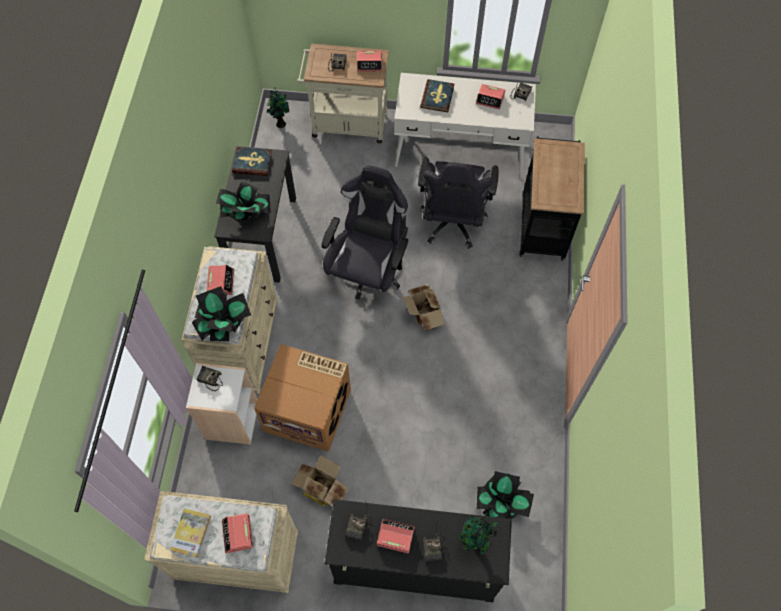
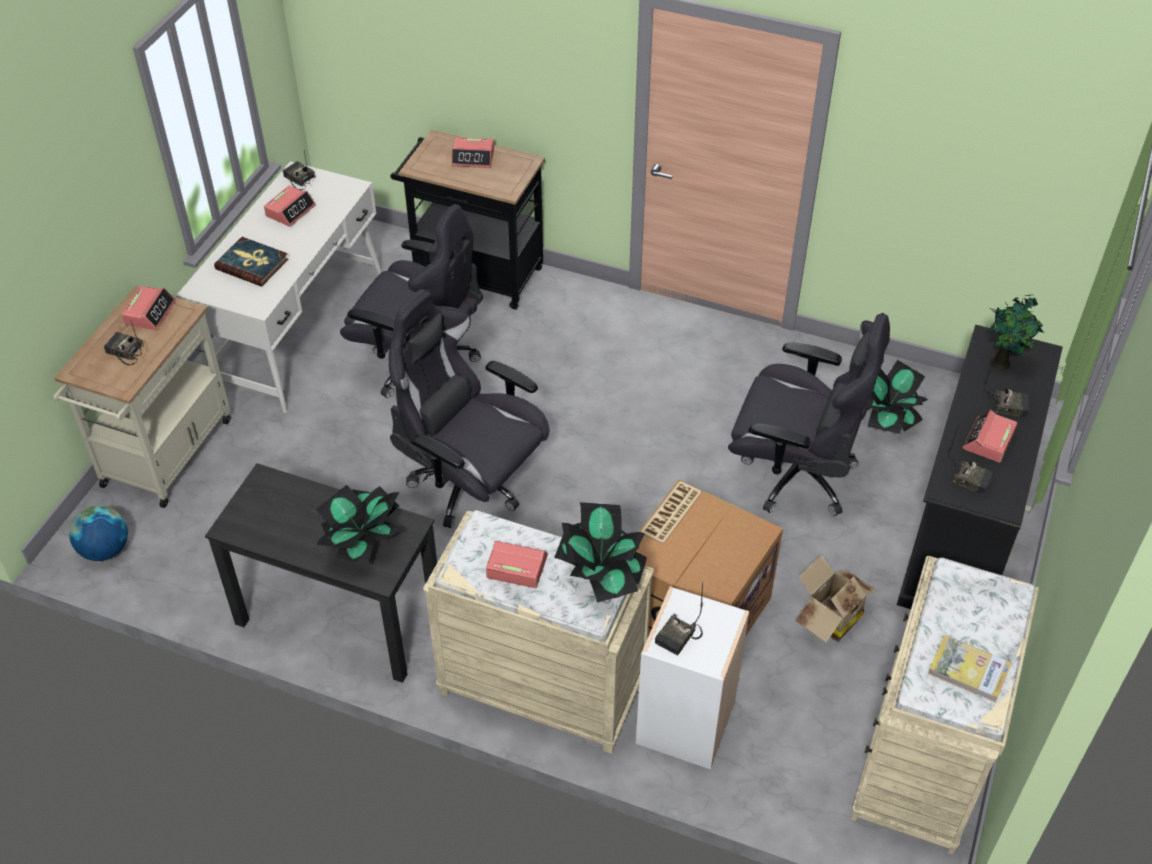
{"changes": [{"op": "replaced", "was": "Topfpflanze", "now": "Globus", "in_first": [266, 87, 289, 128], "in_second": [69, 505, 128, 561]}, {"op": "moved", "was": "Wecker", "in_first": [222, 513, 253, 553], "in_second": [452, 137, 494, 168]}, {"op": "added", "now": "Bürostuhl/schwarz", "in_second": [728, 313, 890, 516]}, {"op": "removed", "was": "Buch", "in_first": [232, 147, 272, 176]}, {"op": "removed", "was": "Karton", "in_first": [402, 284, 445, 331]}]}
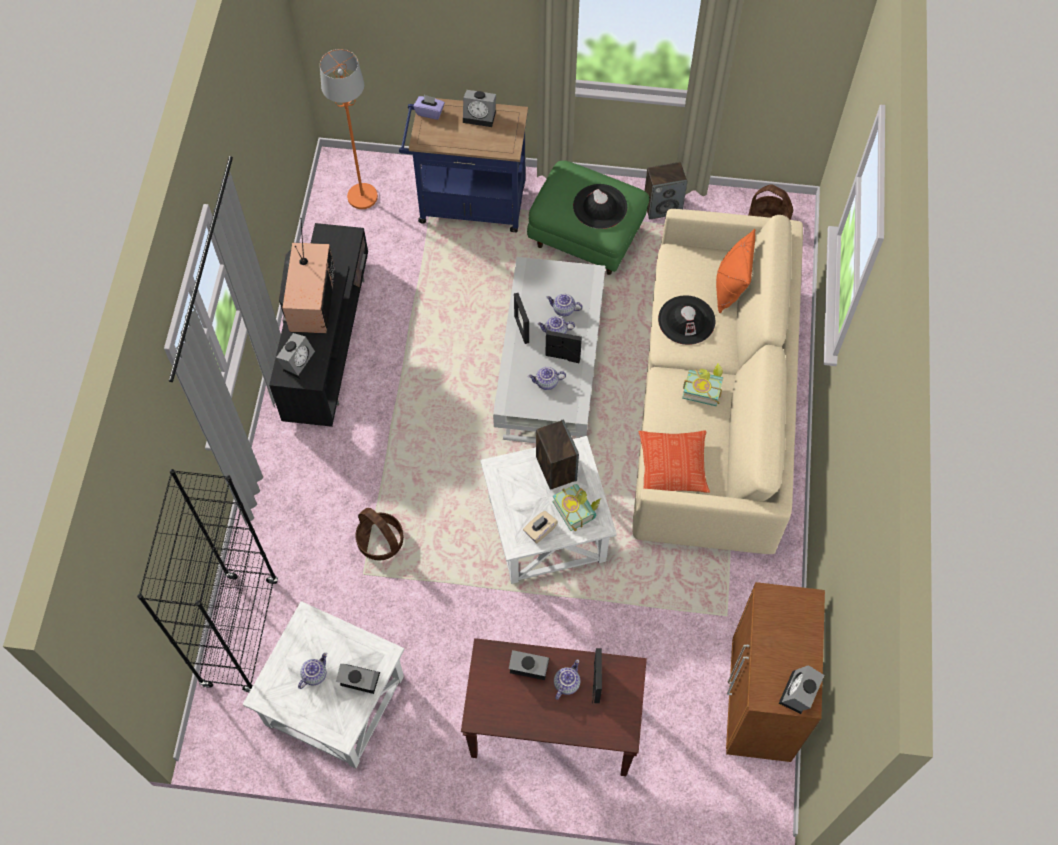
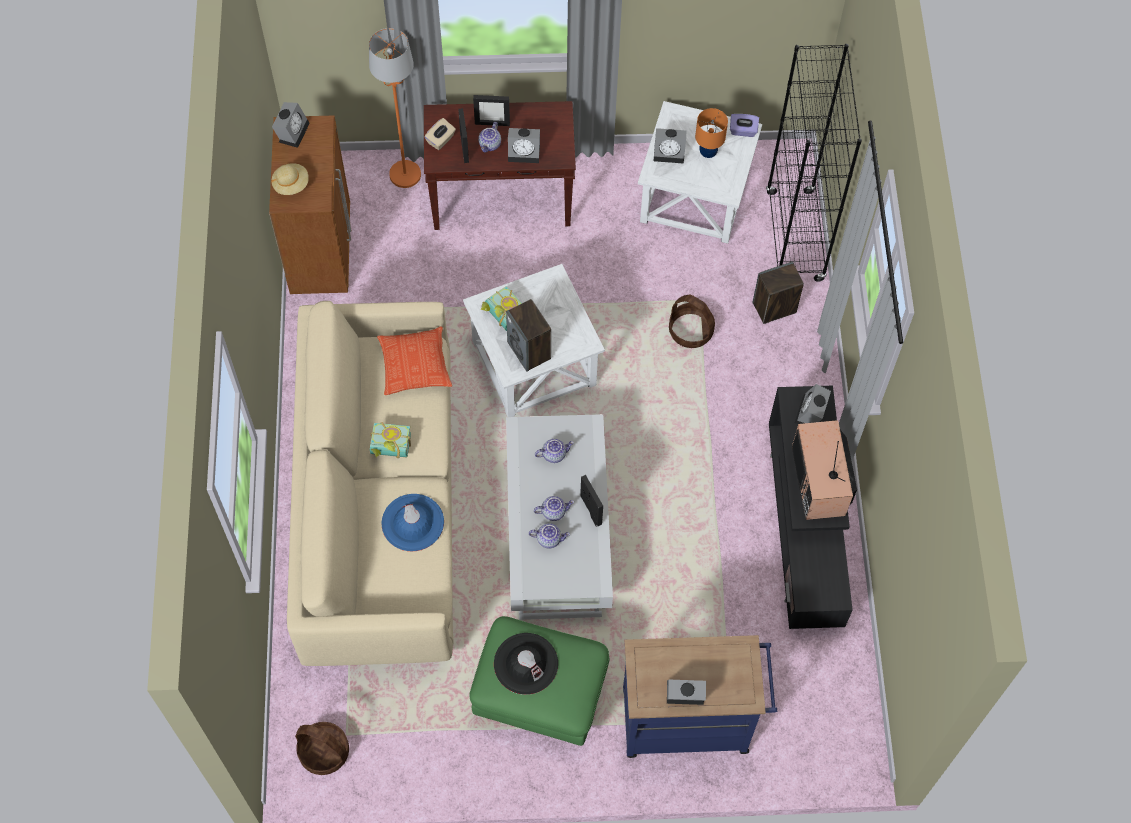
{"changes": [{"op": "added", "now": "Hut/beige", "in_second": [271, 163, 309, 195]}, {"op": "moved", "was": "Stehlampe/orange", "in_first": [320, 49, 378, 209], "in_second": [369, 28, 421, 188]}, {"op": "recoloured", "was": "Hut/schwarz", "now": "Hut/blau", "in_first": [658, 295, 715, 345], "in_second": [382, 494, 444, 552]}, {"op": "moved", "was": "Taschentuchbox/beige", "in_first": [523, 511, 558, 543], "in_second": [425, 118, 456, 150]}, {"op": "moved", "was": "Bilderrahmen", "in_first": [545, 330, 582, 363], "in_second": [473, 95, 510, 126]}, {"op": "replaced", "was": "Teekanne", "now": "Tischlampe/orange", "in_first": [298, 653, 327, 689], "in_second": [695, 108, 728, 158]}, {"op": "moved", "was": "Taschentuchbox/lila", "in_first": [413, 95, 445, 120], "in_second": [730, 114, 759, 137]}, {"op": "moved", "was": "Lautsprecher", "in_first": [645, 162, 687, 219], "in_second": [752, 262, 804, 324]}, {"op": "removed", "was": "Kissen/orange", "in_first": [716, 229, 755, 313]}]}
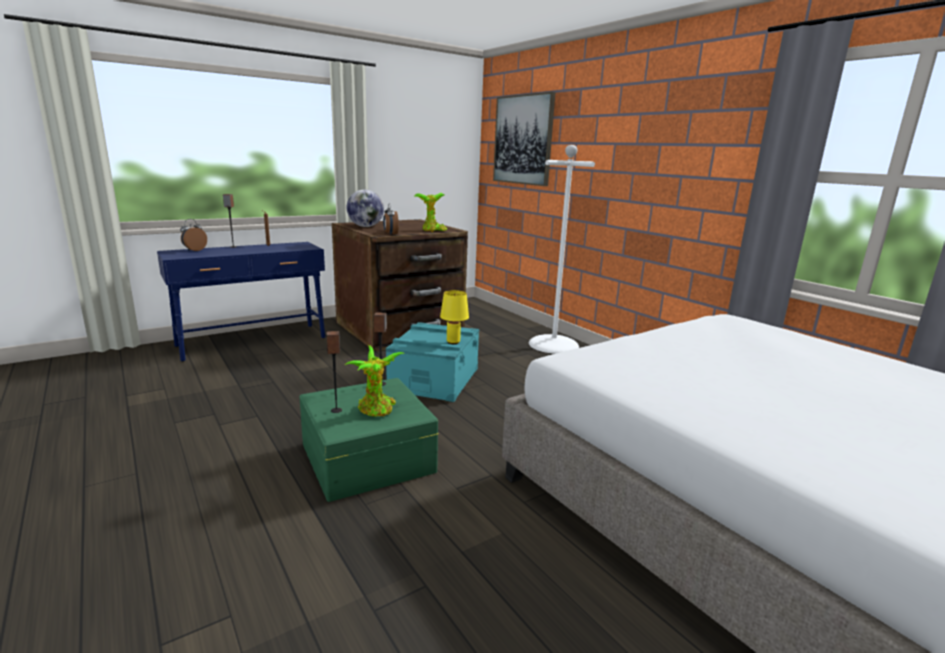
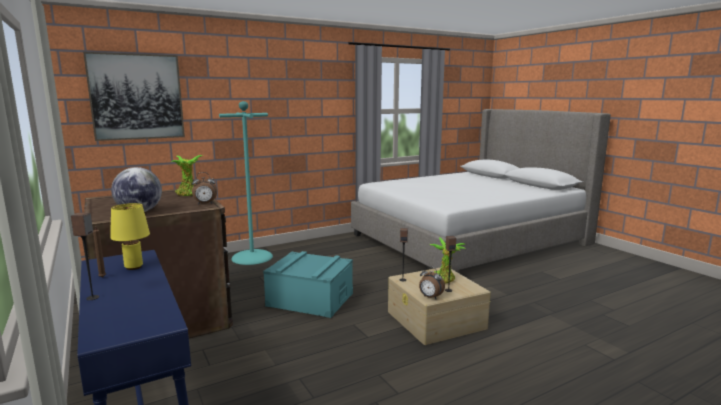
{"changes": [{"op": "moved", "was": "Tischlampe/gelb", "in_first": [440, 290, 469, 344], "in_second": [110, 203, 150, 270]}, {"op": "recoloured", "was": "Kleiderständer/weiß", "now": "Kleiderständer/türkis", "in_first": [529, 145, 595, 354], "in_second": [219, 101, 273, 265]}, {"op": "recoloured", "was": "Aufbewahrungsbox/grün", "now": "Aufbewahrungsbox/beige", "in_first": [299, 378, 438, 502], "in_second": [388, 267, 491, 345]}, {"op": "moved", "was": "Wecker", "in_first": [180, 219, 207, 251], "in_second": [419, 266, 445, 299]}]}
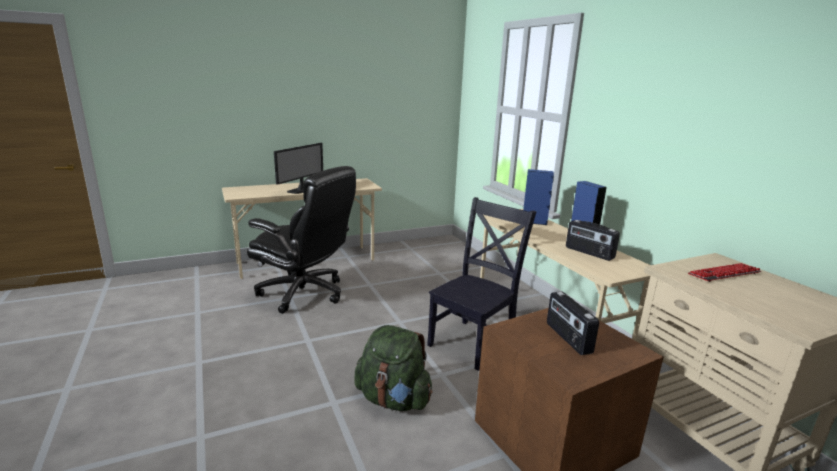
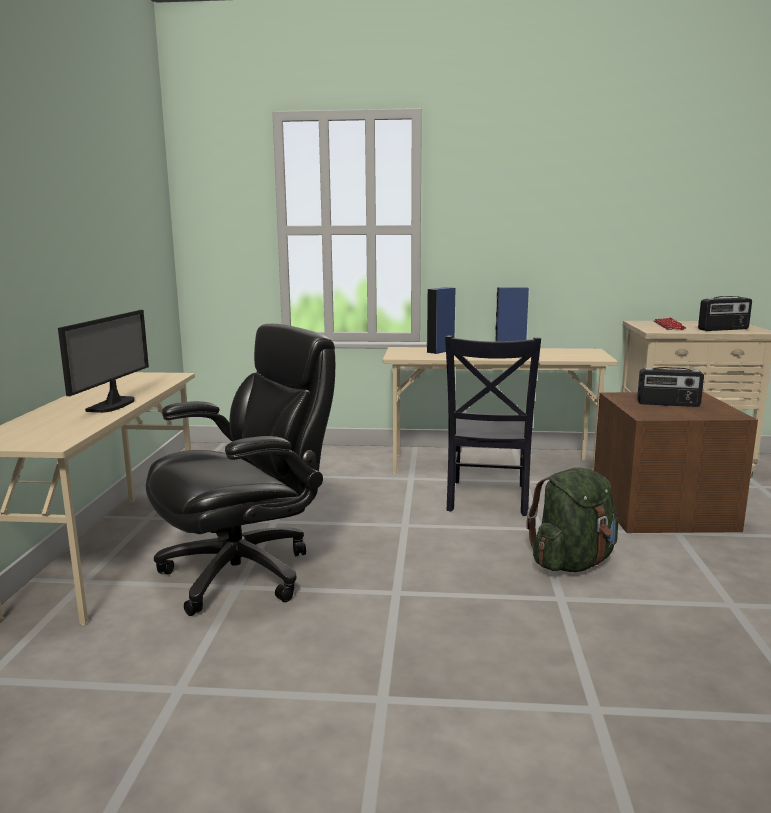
{"changes": [{"op": "turned", "was": "Monitor", "in_first": [274, 143, 323, 194], "in_second": [58, 310, 149, 413], "clockwise": 45}, {"op": "turned", "was": "Stuhl/schwarz", "in_first": [427, 197, 537, 371], "in_second": [445, 336, 541, 516], "clockwise": -150}, {"op": "moved", "was": "Radio", "in_first": [566, 220, 620, 261], "in_second": [698, 296, 752, 331]}]}
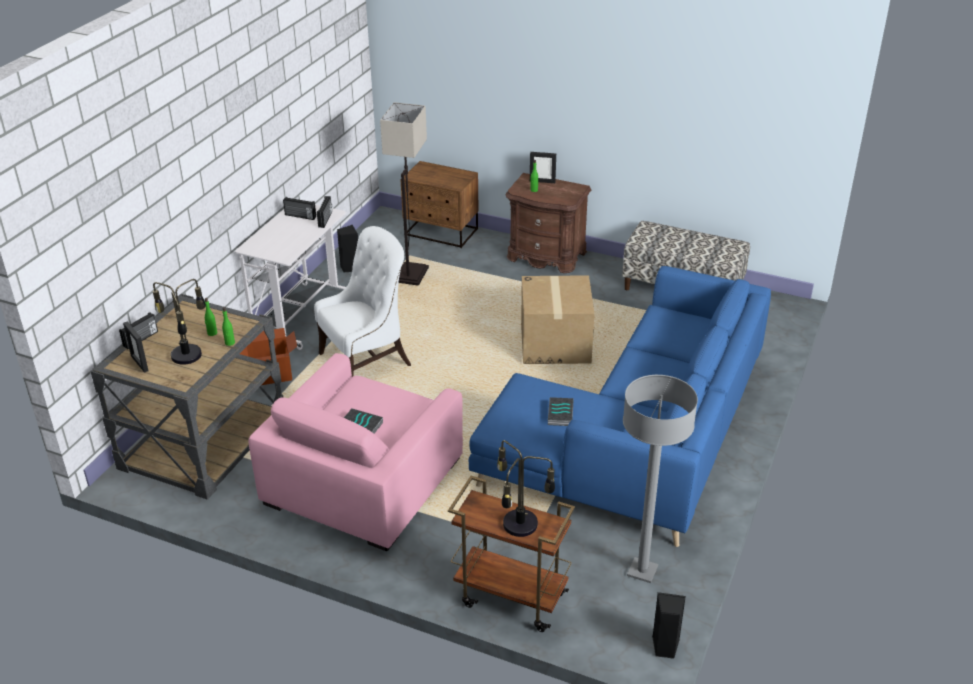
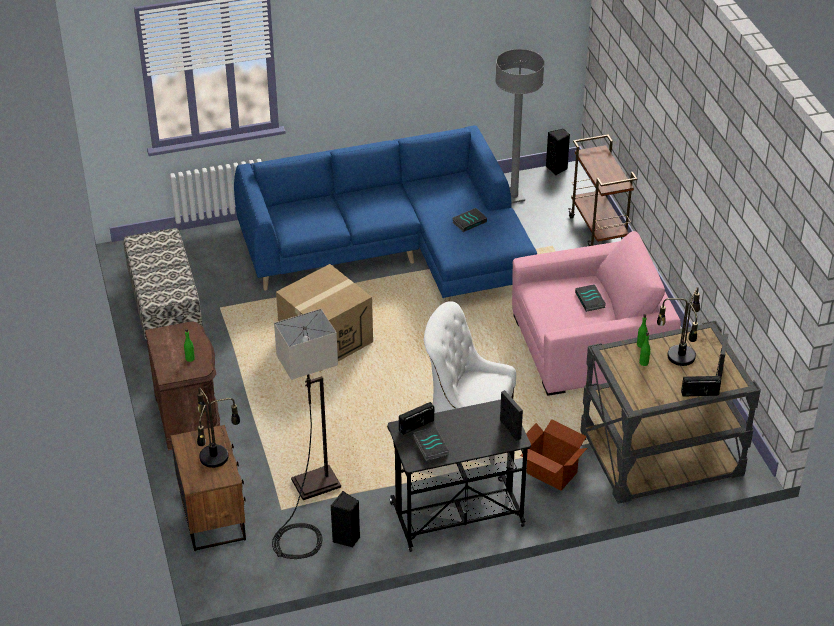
{"changes": [{"op": "moved", "was": "Tischlampe", "in_first": [497, 440, 555, 537], "in_second": [197, 387, 240, 468]}, {"op": "recoloured", "was": "Schreibtisch/weiß", "now": "Schreibtisch/schwarz", "in_first": [235, 205, 346, 350], "in_second": [387, 399, 531, 552]}, {"op": "replaced", "was": "Radio", "now": "Buch", "in_first": [283, 197, 316, 220], "in_second": [413, 427, 449, 461]}, {"op": "moved", "was": "Bilderrahmen", "in_first": [530, 152, 556, 183], "in_second": [500, 390, 523, 441]}]}
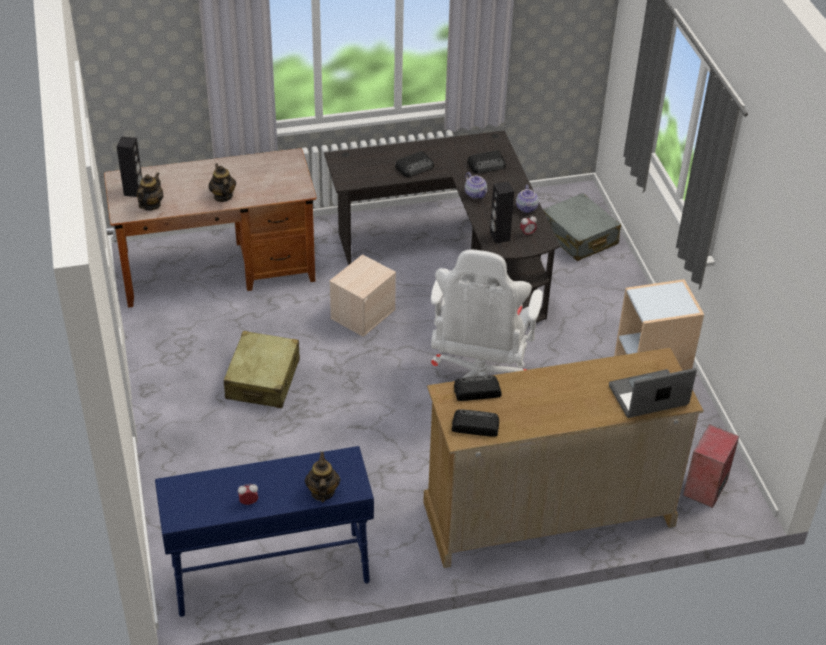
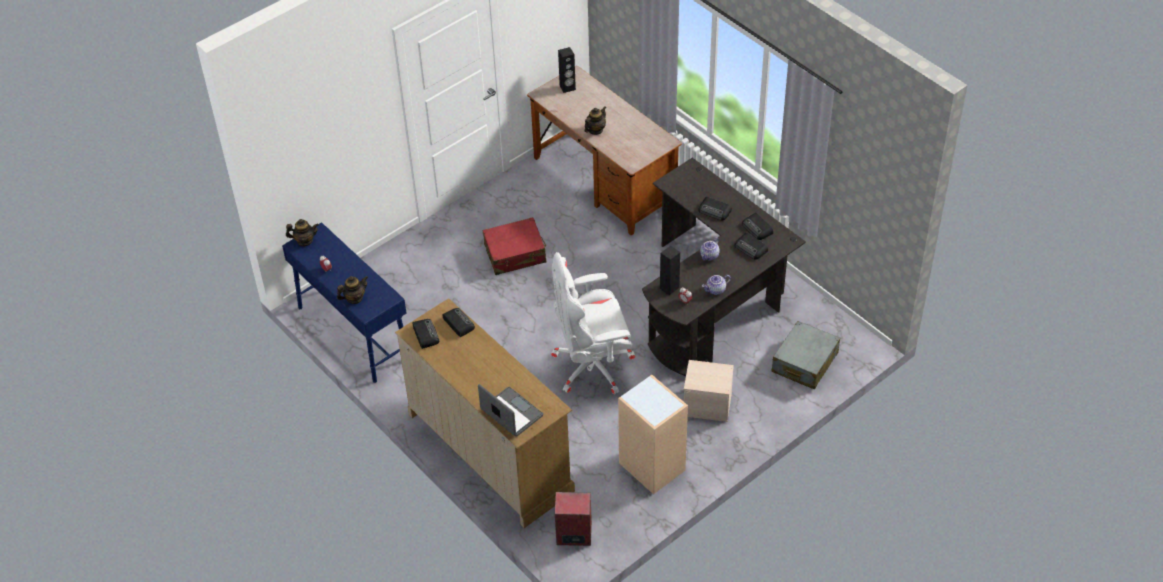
{"changes": [{"op": "moved", "was": "Teekanne", "in_first": [137, 172, 163, 211], "in_second": [286, 219, 319, 247]}, {"op": "recoloured", "was": "Koffer/beige", "now": "Koffer/rot", "in_first": [224, 331, 300, 408], "in_second": [483, 217, 546, 275]}, {"op": "moved", "was": "Aufbewahrungsbox/beige", "in_first": [329, 254, 396, 337], "in_second": [684, 360, 734, 422]}, {"op": "added", "now": "Radio", "in_second": [742, 213, 773, 240]}]}
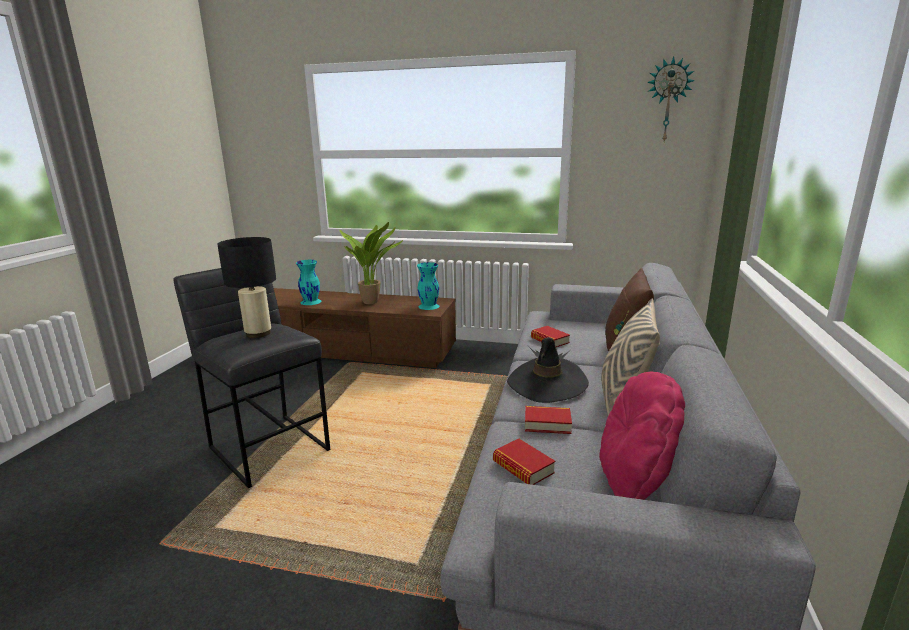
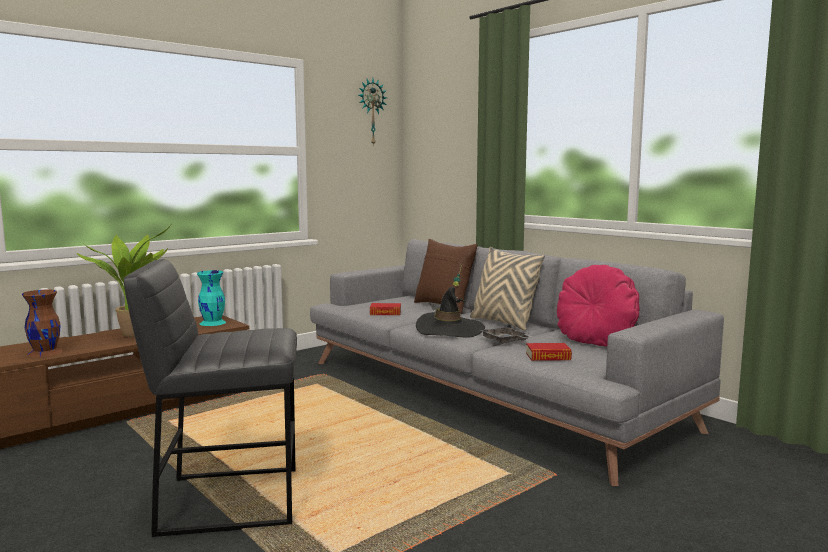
{"changes": [{"op": "recoloured", "was": "Vase/türkis", "now": "Vase/braun", "in_first": [296, 260, 321, 305], "in_second": [22, 290, 63, 357]}, {"op": "replaced", "was": "Buch", "now": "Tablett/grau", "in_first": [525, 406, 572, 434], "in_second": [480, 324, 533, 344]}, {"op": "removed", "was": "Tischlampe/schwarz", "in_first": [218, 237, 276, 338]}]}
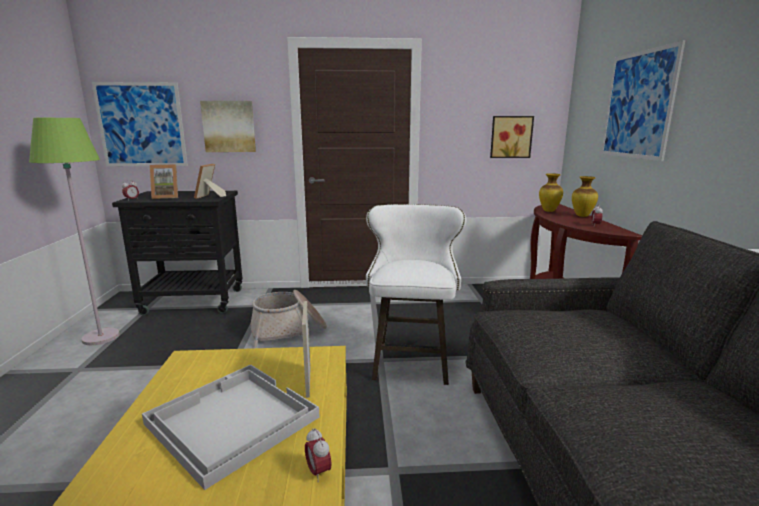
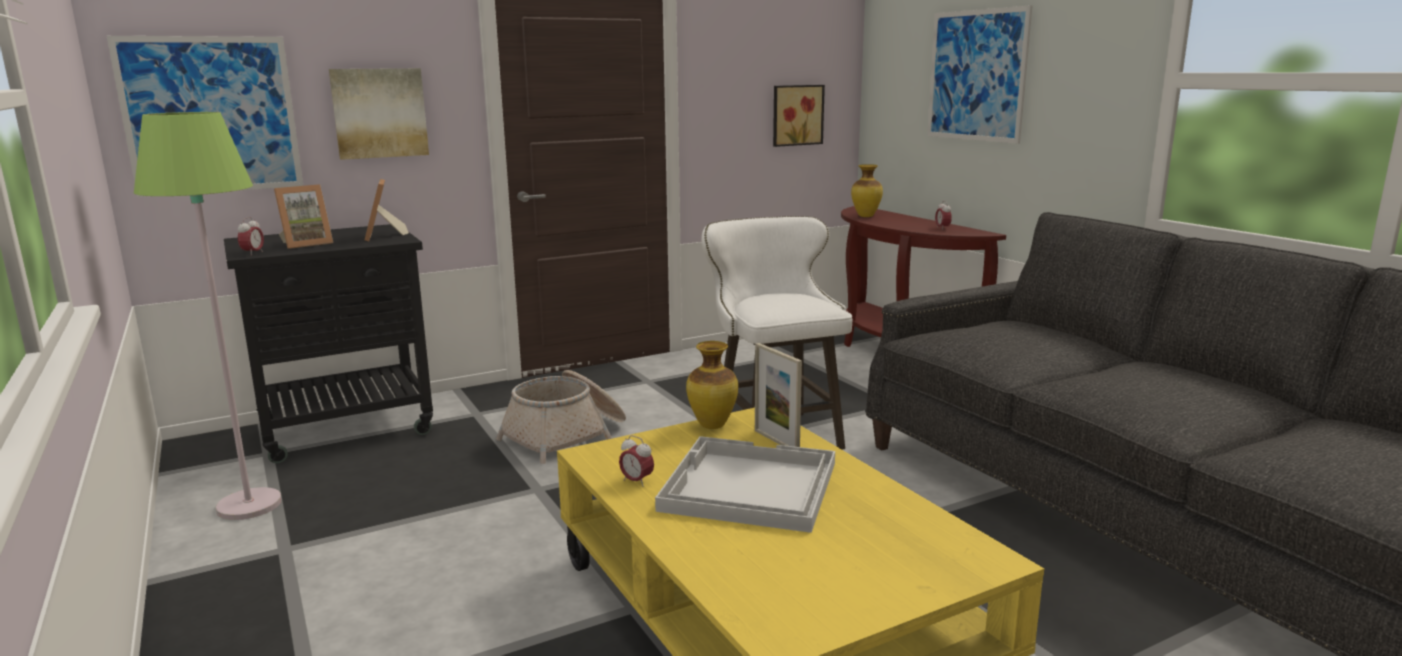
{"changes": [{"op": "moved", "was": "Wecker", "in_first": [305, 428, 332, 482], "in_second": [619, 435, 654, 487]}, {"op": "moved", "was": "Vase", "in_first": [572, 176, 598, 217], "in_second": [686, 341, 738, 429]}]}
